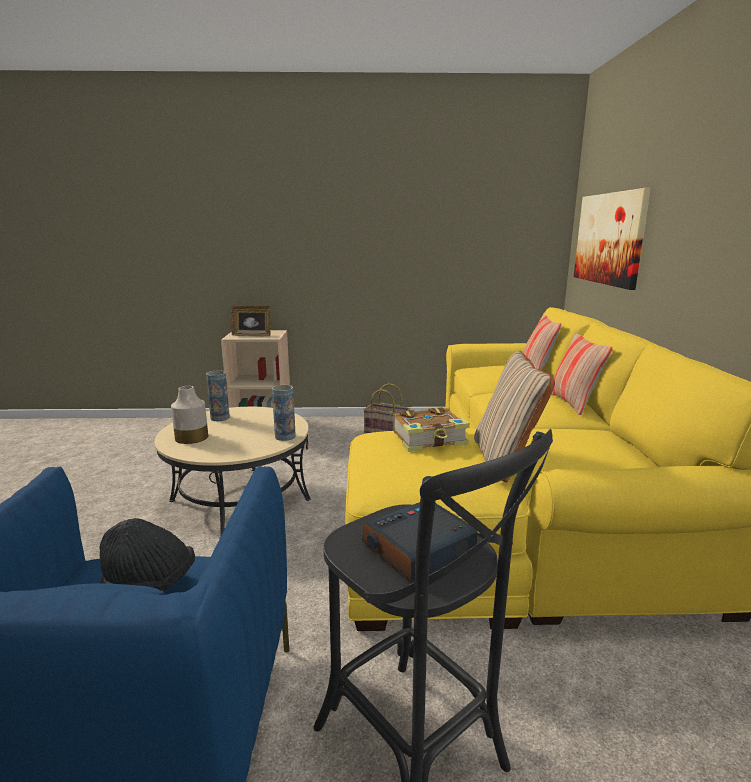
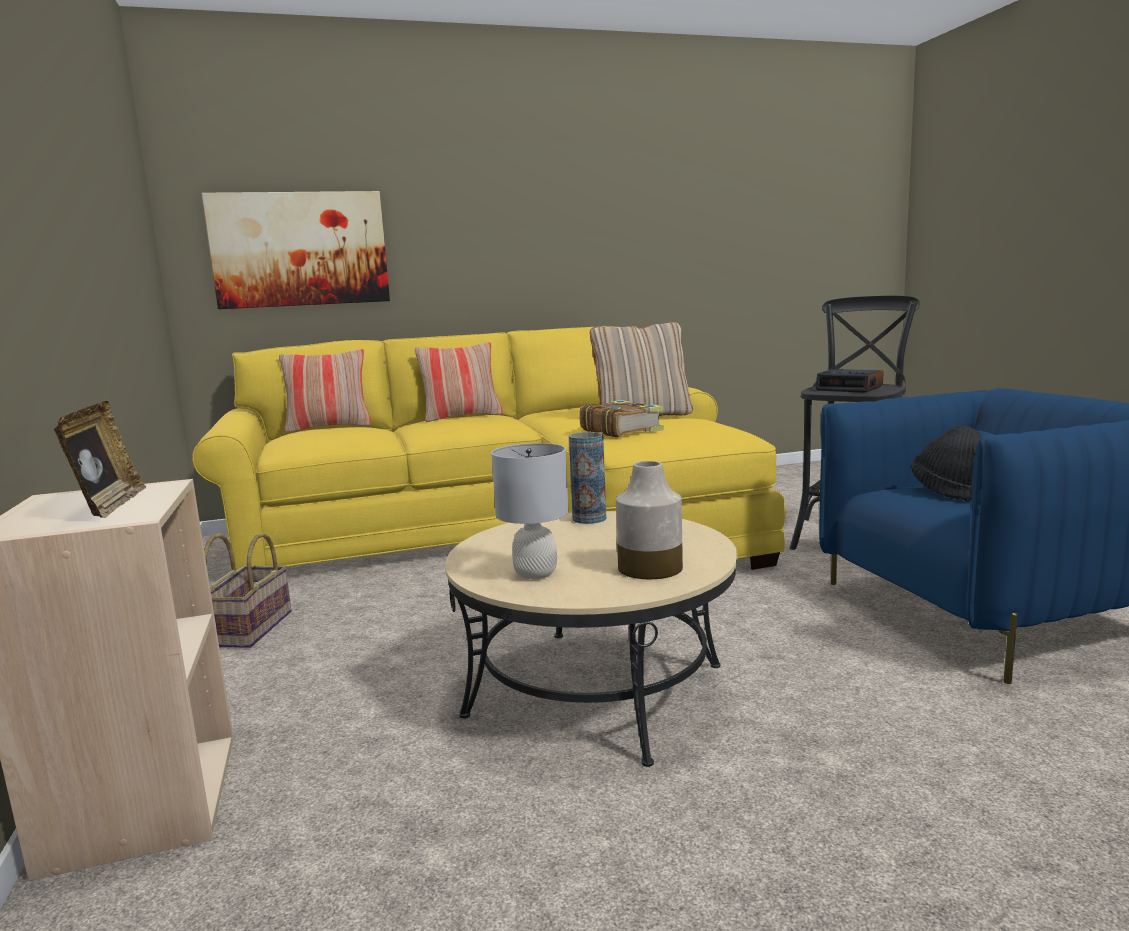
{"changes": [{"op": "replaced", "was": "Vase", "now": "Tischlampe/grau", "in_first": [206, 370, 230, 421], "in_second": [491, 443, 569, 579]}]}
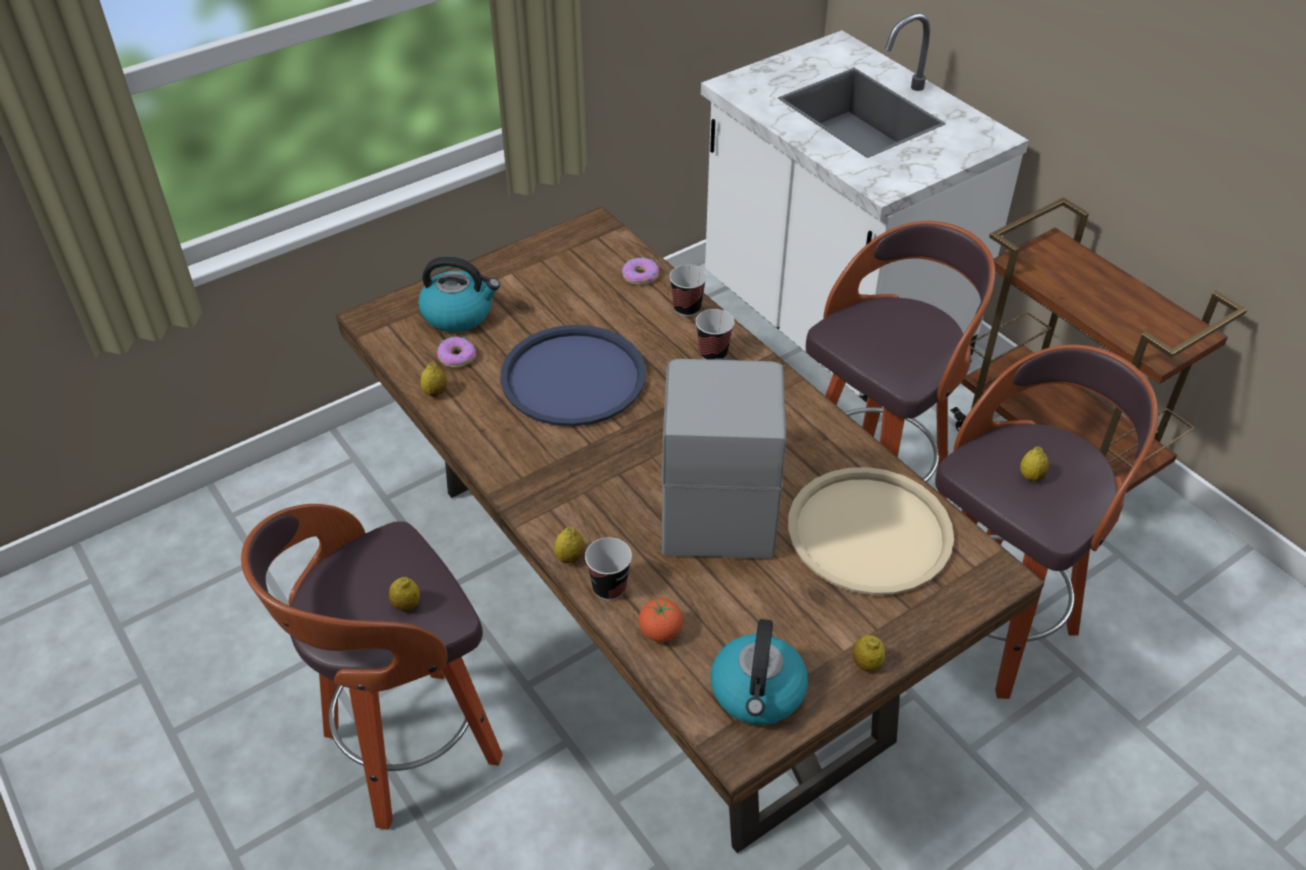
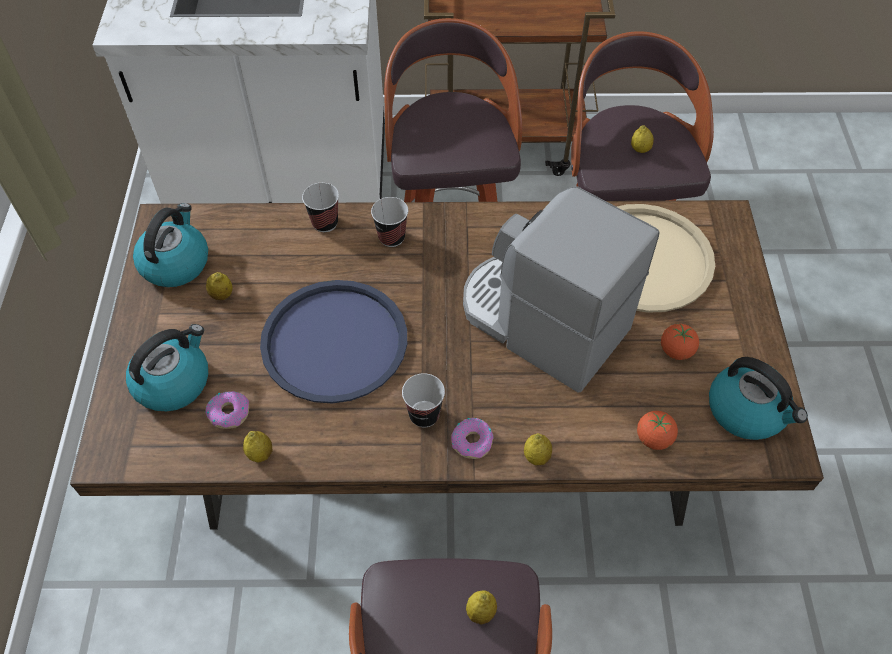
{"changes": [{"op": "added", "now": "Wasserkessel", "in_second": [133, 203, 208, 287]}, {"op": "moved", "was": "Zitrone", "in_first": [852, 635, 885, 671], "in_second": [206, 272, 233, 300]}, {"op": "moved", "was": "Tasse", "in_first": [585, 538, 632, 600], "in_second": [402, 373, 445, 427]}, {"op": "moved", "was": "Donut", "in_first": [622, 257, 659, 285], "in_second": [451, 418, 494, 459]}, {"op": "added", "now": "Tomate", "in_second": [661, 324, 699, 360]}]}
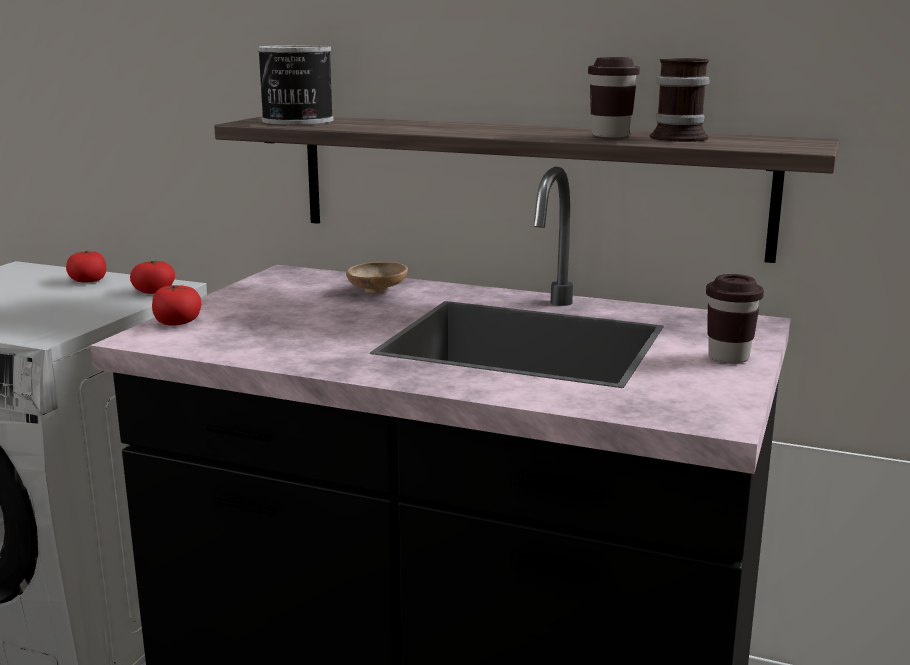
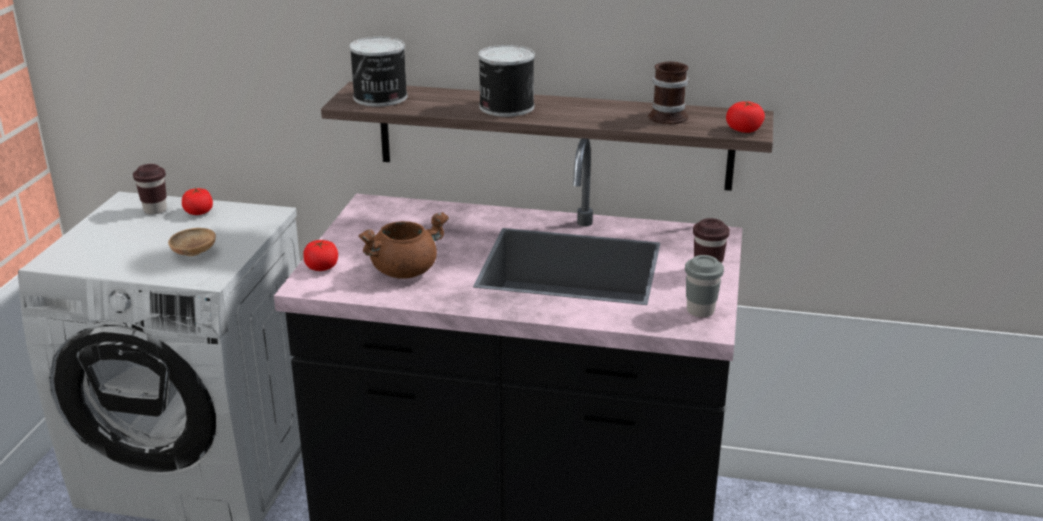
{"changes": [{"op": "moved", "was": "Tasse/braun", "in_first": [588, 57, 640, 138], "in_second": [133, 164, 167, 214]}, {"op": "moved", "was": "Schüssel/braun", "in_first": [346, 262, 408, 293], "in_second": [168, 228, 216, 256]}, {"op": "added", "now": "Kochtopf/braun", "in_second": [358, 212, 449, 279]}, {"op": "added", "now": "Dose", "in_second": [478, 45, 535, 117]}, {"op": "added", "now": "Tasse/grau", "in_second": [685, 255, 724, 317]}, {"op": "moved", "was": "Tomate", "in_first": [130, 260, 175, 294], "in_second": [726, 101, 765, 133]}]}
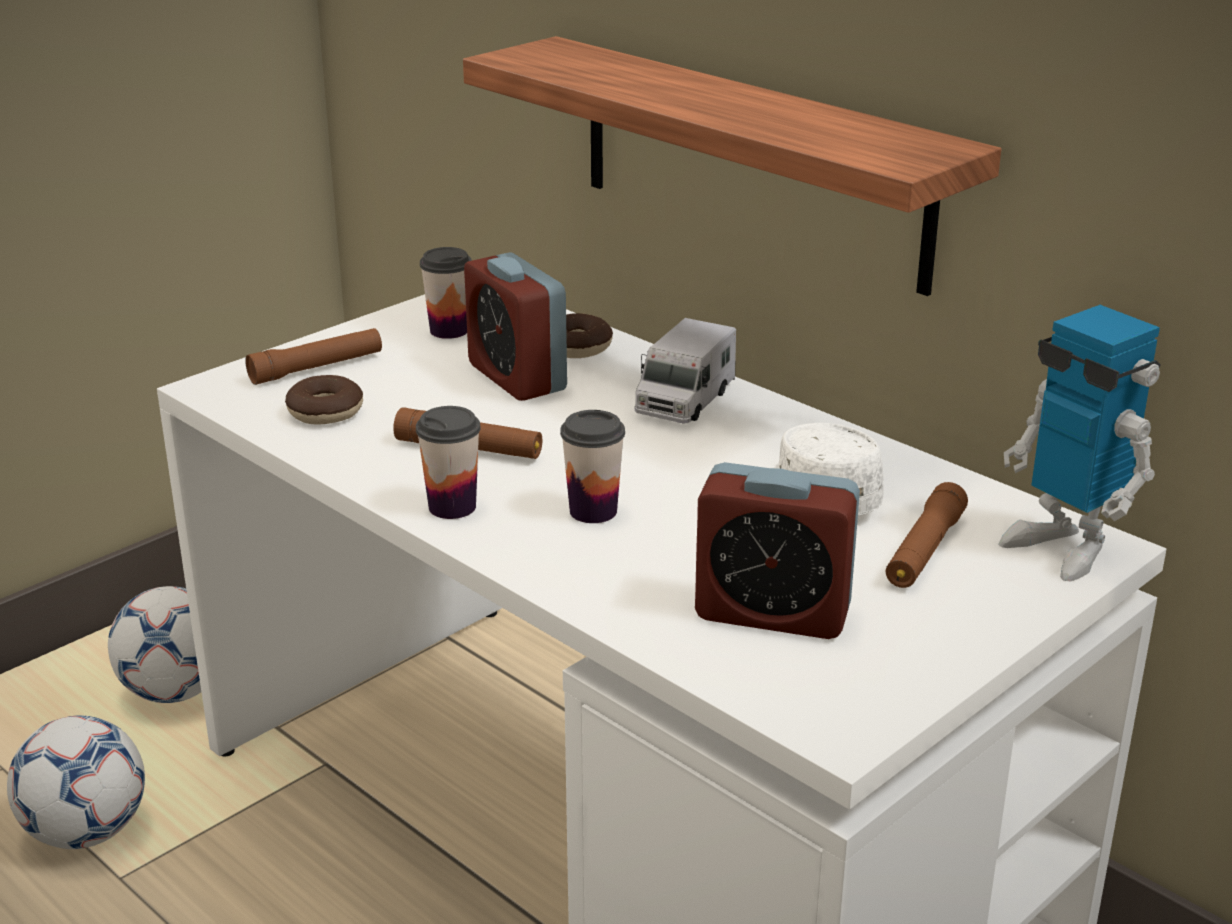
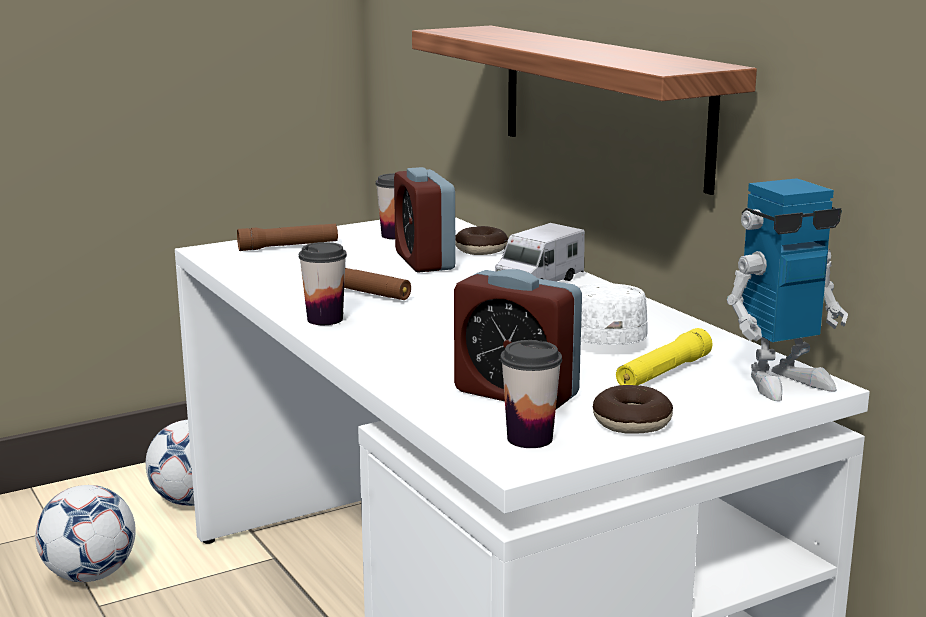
{"changes": [{"op": "moved", "was": "Tasse", "in_first": [560, 410, 625, 523], "in_second": [500, 340, 562, 448]}, {"op": "moved", "was": "Donut", "in_first": [285, 375, 363, 425], "in_second": [593, 385, 673, 434]}, {"op": "recoloured", "was": "Taschenlampe/braun", "now": "Taschenlampe/gelb", "in_first": [886, 482, 968, 588], "in_second": [616, 328, 712, 385]}, {"op": "turned", "was": "Spielzeugroboter", "in_first": [998, 305, 1160, 581], "in_second": [727, 178, 848, 401], "clockwise": -90}]}
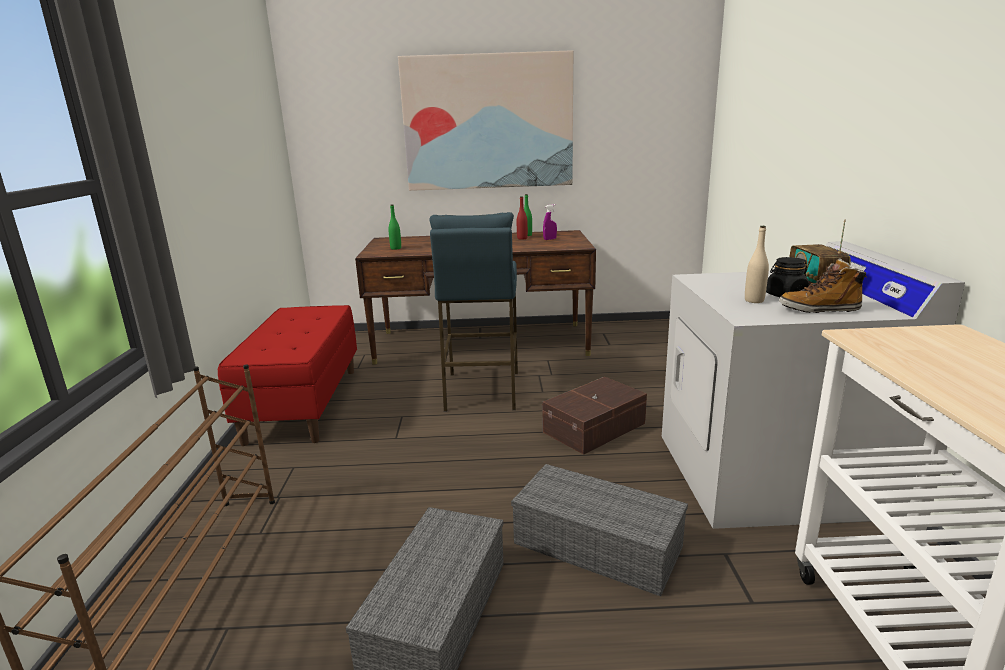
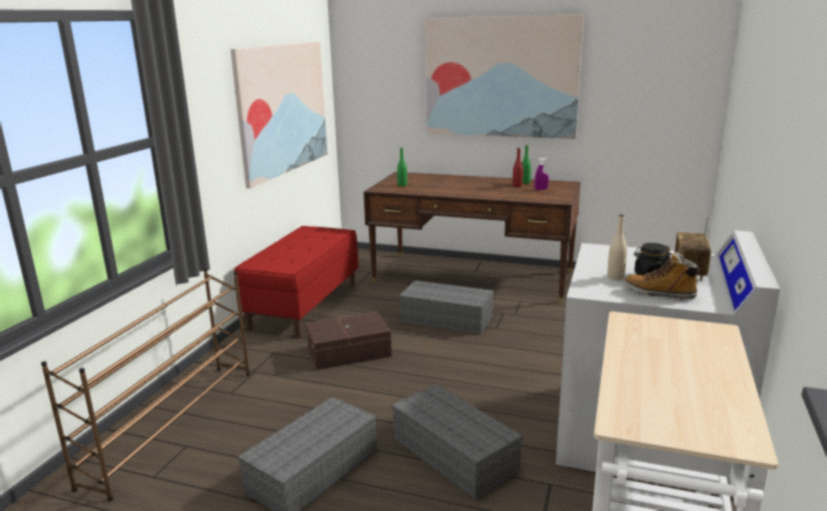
{"changes": [{"op": "added", "now": "Bild", "in_second": [231, 42, 327, 189]}, {"op": "moved", "was": "Aufbewahrungsbox/braun", "in_first": [542, 377, 647, 455], "in_second": [306, 312, 392, 370]}, {"op": "replaced", "was": "Hocker/blau", "now": "Aufbewahrungsbox/grau", "in_first": [429, 212, 518, 411], "in_second": [399, 280, 494, 334]}]}
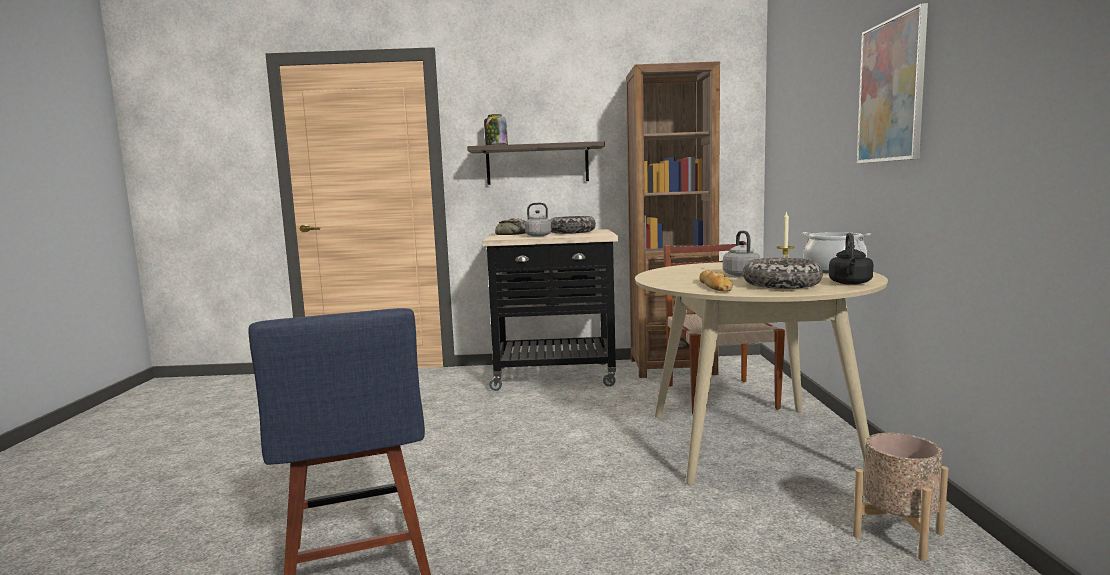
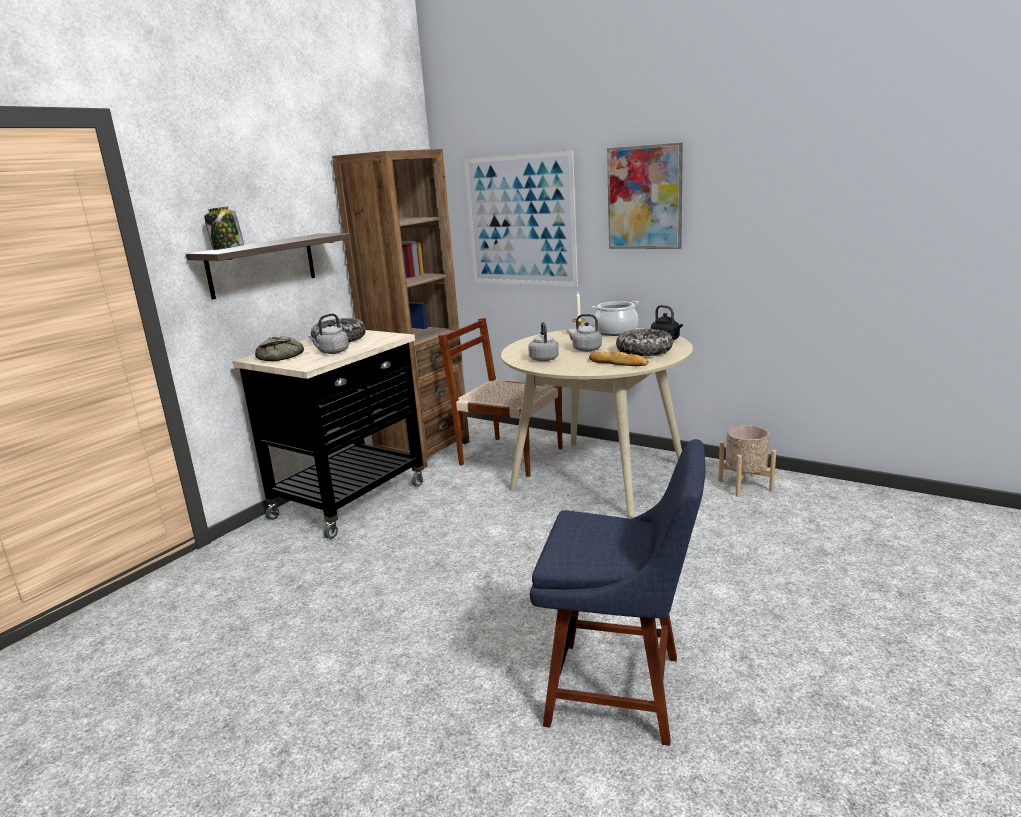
{"changes": [{"op": "added", "now": "Bild", "in_second": [464, 151, 578, 286]}, {"op": "added", "now": "Wasserkessel/grau", "in_second": [528, 322, 559, 361]}]}
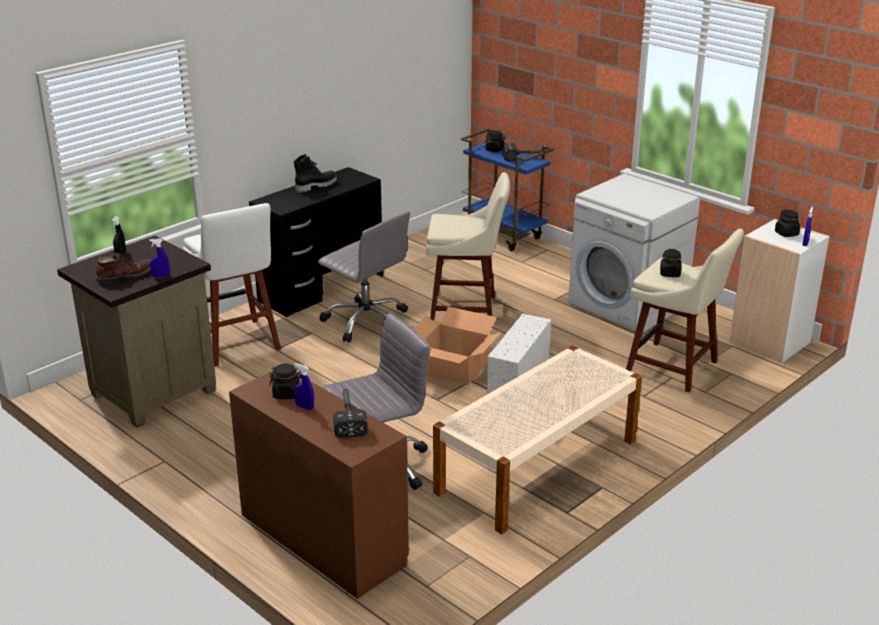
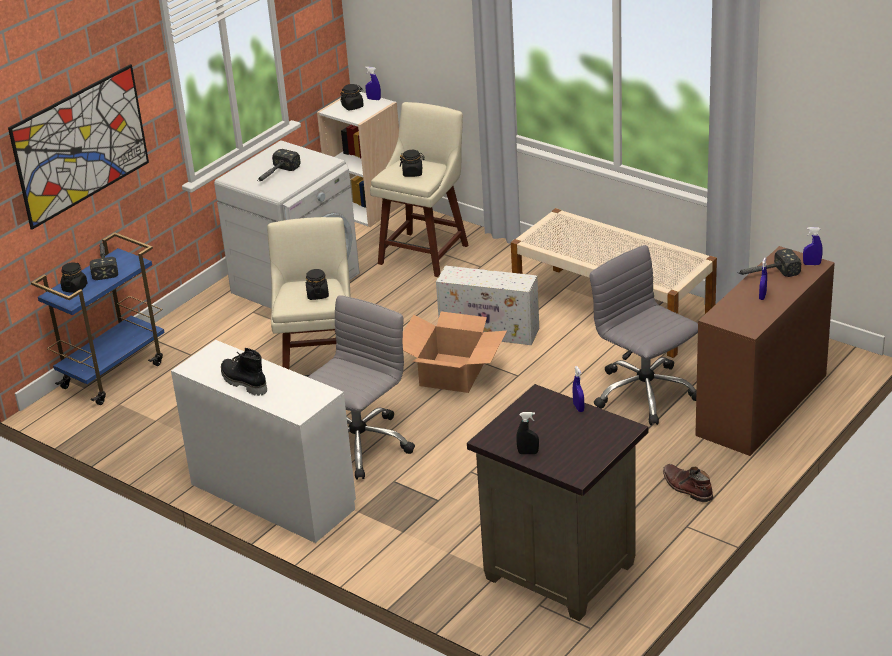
{"changes": [{"op": "added", "now": "Bild", "in_second": [8, 64, 149, 230]}, {"op": "recoloured", "was": "Schreibtisch/schwarz", "now": "Schreibtisch/weiß", "in_first": [249, 167, 383, 317], "in_second": [171, 340, 356, 543]}, {"op": "added", "now": "Hammer", "in_second": [257, 149, 301, 181]}, {"op": "moved", "was": "Vorratsglas/schwarz", "in_first": [269, 364, 302, 399], "in_second": [306, 269, 329, 300]}, {"op": "moved", "was": "Stiefel/braun", "in_first": [96, 253, 152, 283], "in_second": [663, 464, 713, 502]}, {"op": "added", "now": "Sprühflasche/blau", "in_second": [803, 227, 823, 265]}, {"op": "removed", "was": "Hocker/weiß", "in_first": [183, 203, 281, 367]}]}
